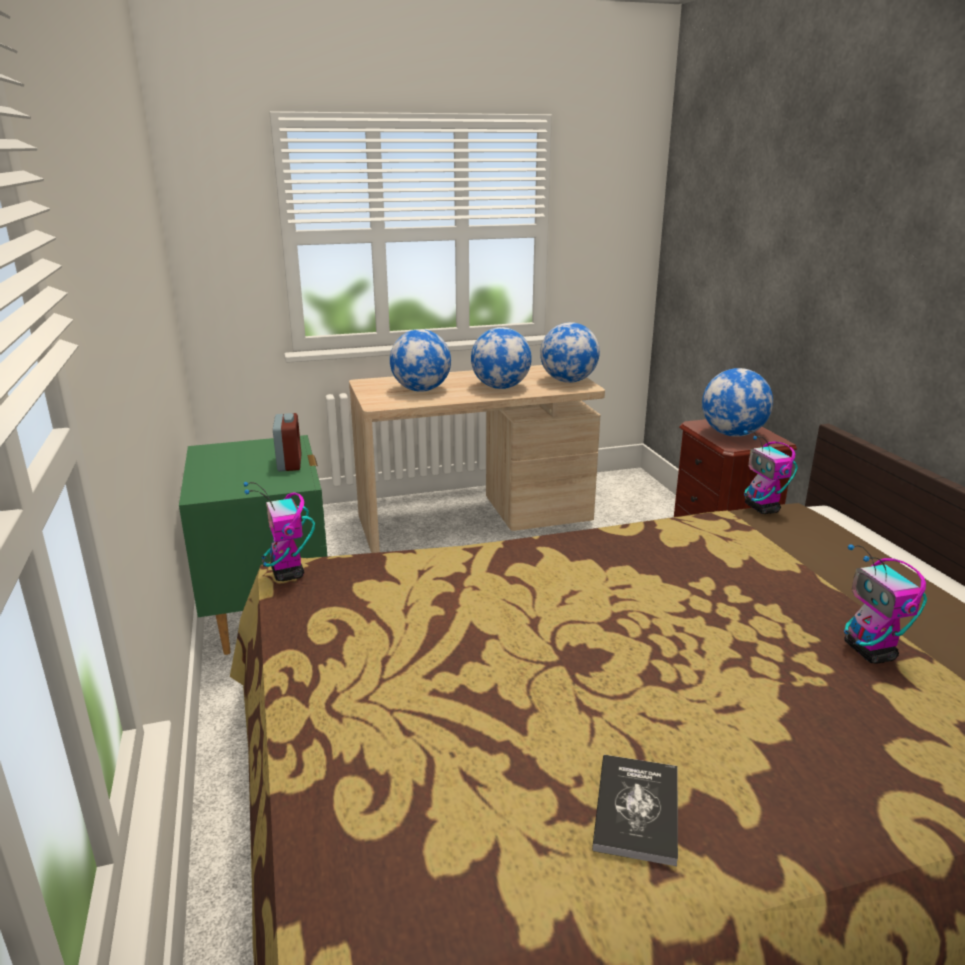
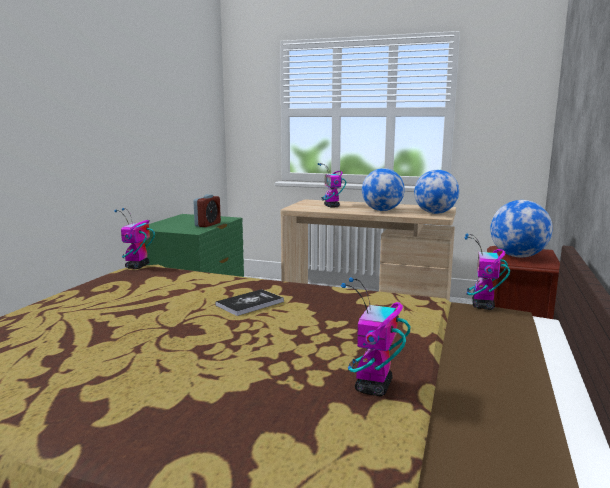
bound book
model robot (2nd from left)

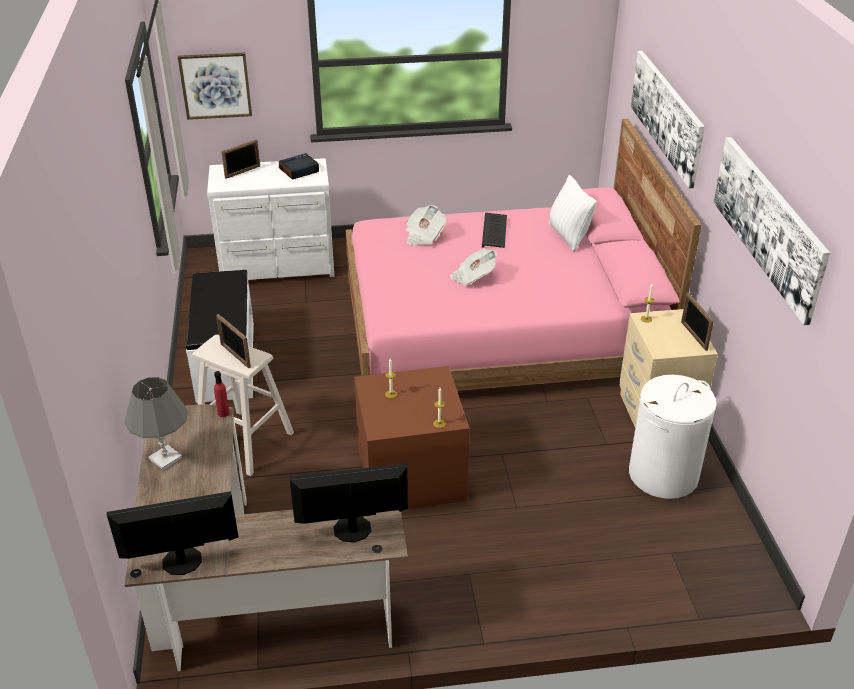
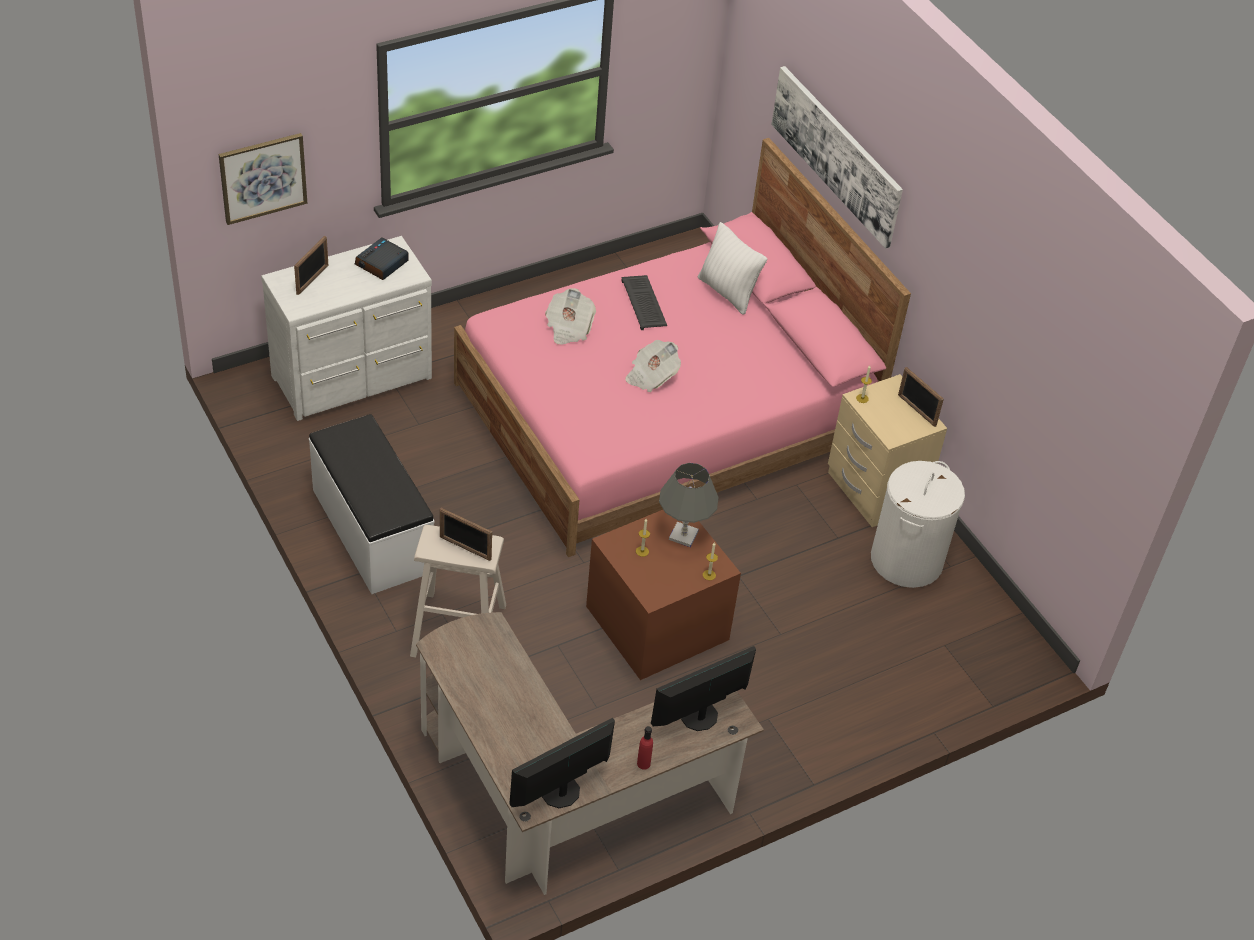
wall art (3rd from left in the first image)
table lamp (gray)
drink bottle (red-coloured)

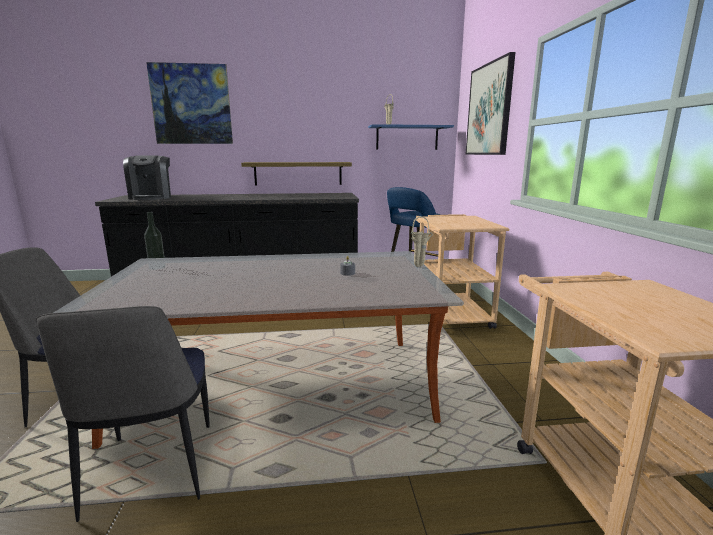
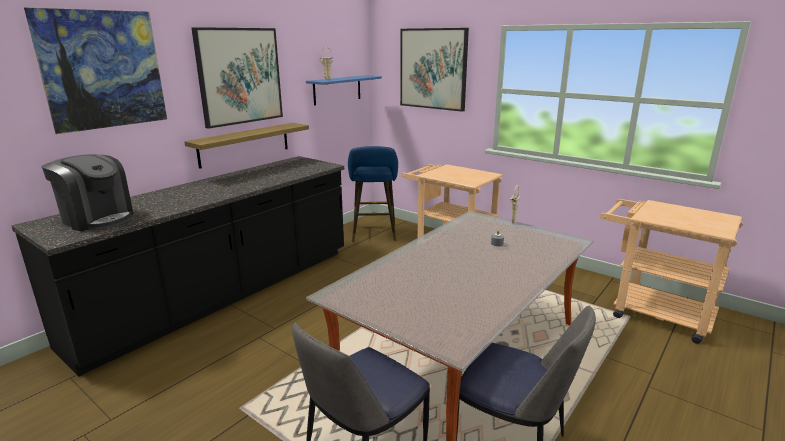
drink bottle
wall art (2nd from left)

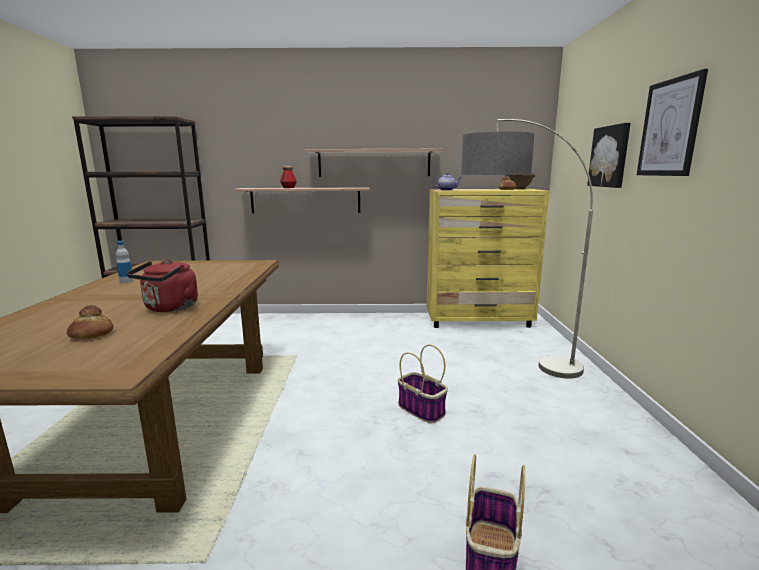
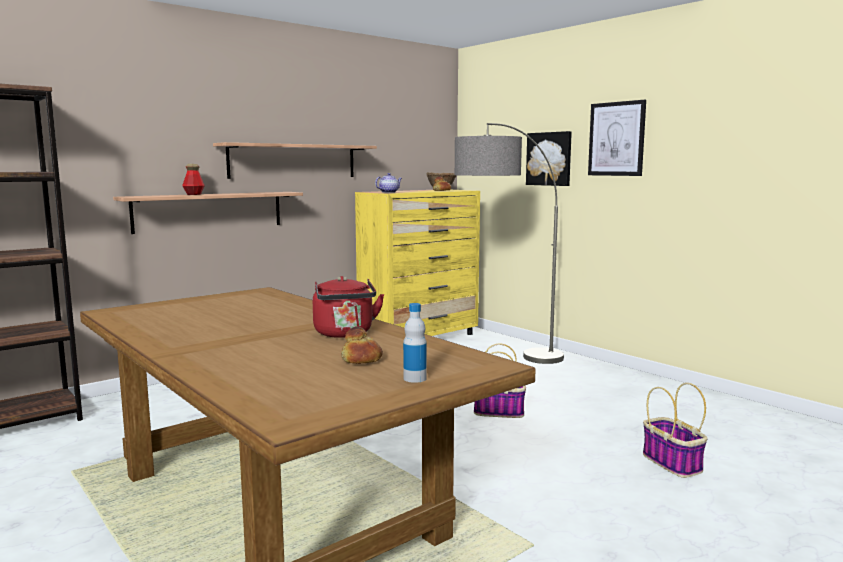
drink bottle (2nd from left)

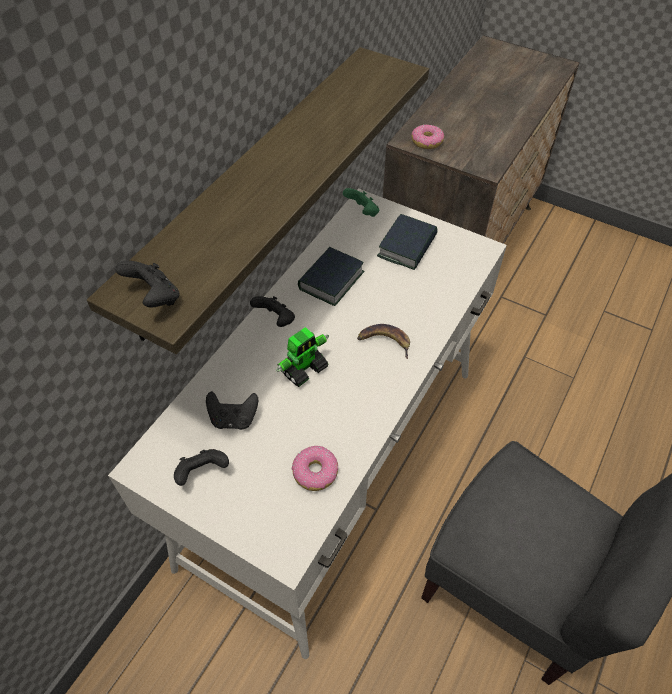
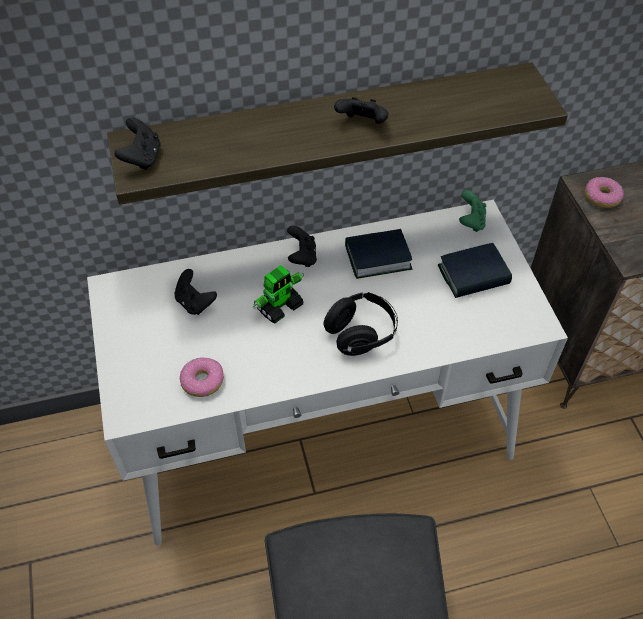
game controller (black-coloured) (4th from left)
headset (black-coloured)
model robot

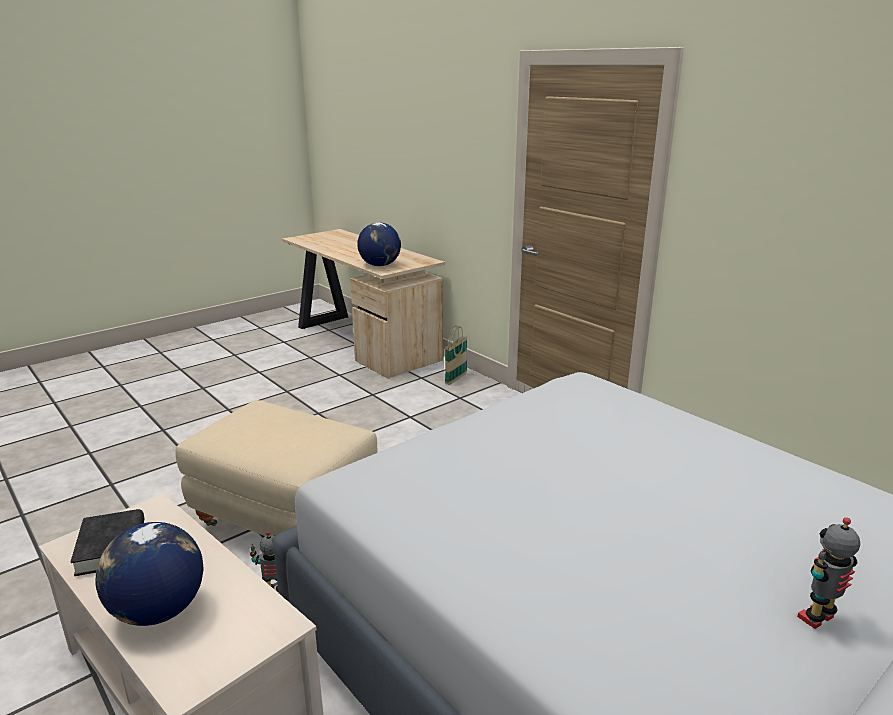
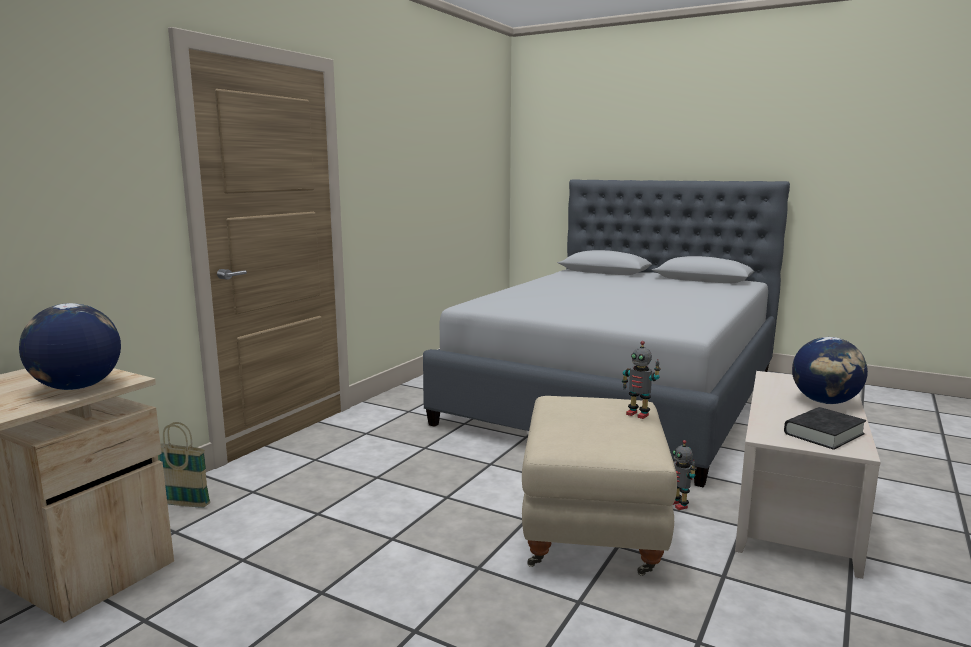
model robot (1st from left)

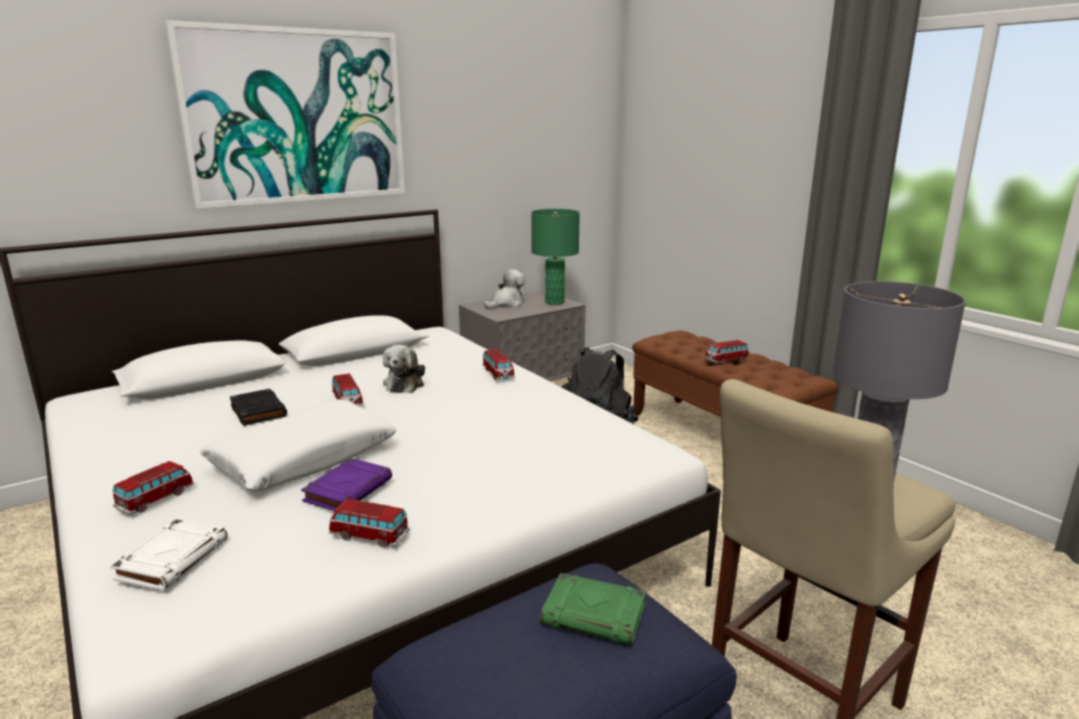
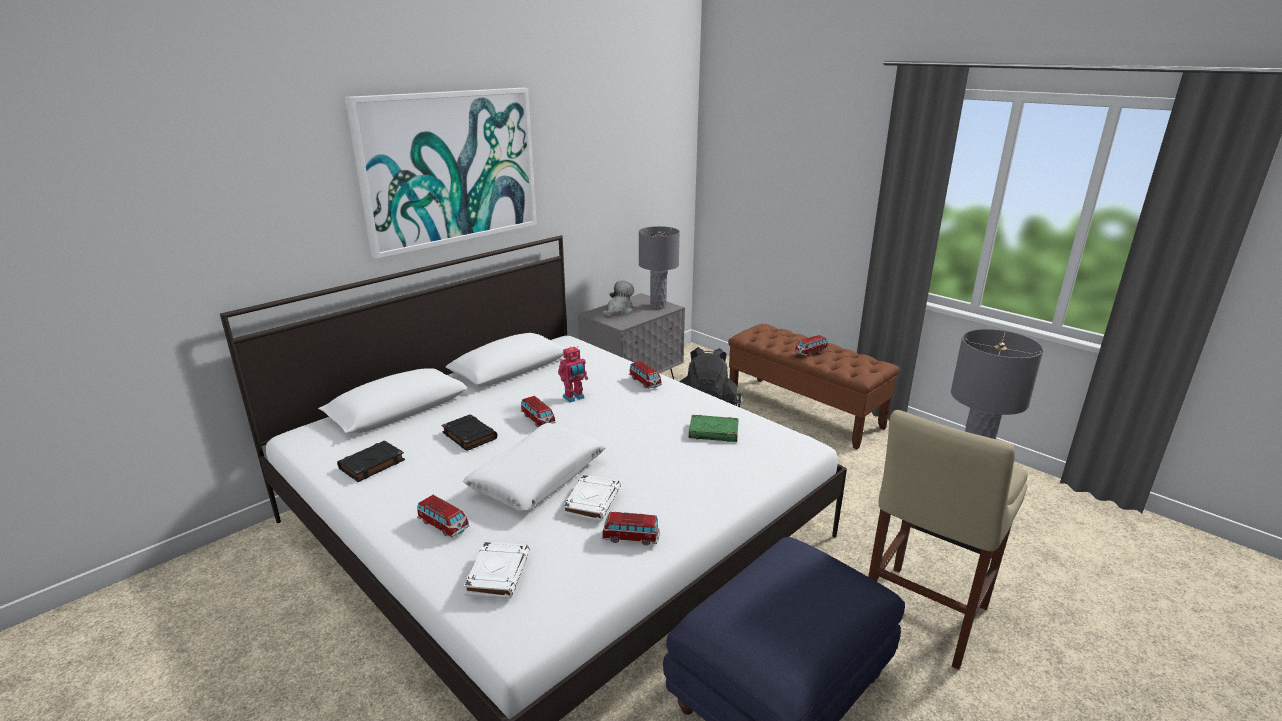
bound book (black-coloured) (1st from left)
bound book (greenish)
model robot
bound book (white) (2nd from left)
table lamp (gray) (1st from left)
model car (1st from left)

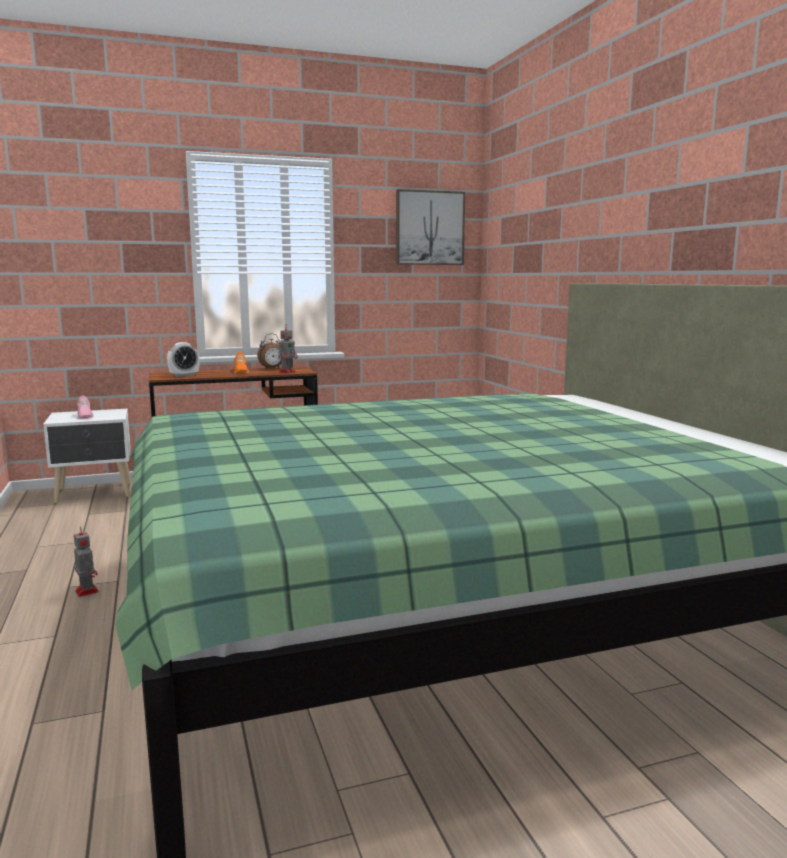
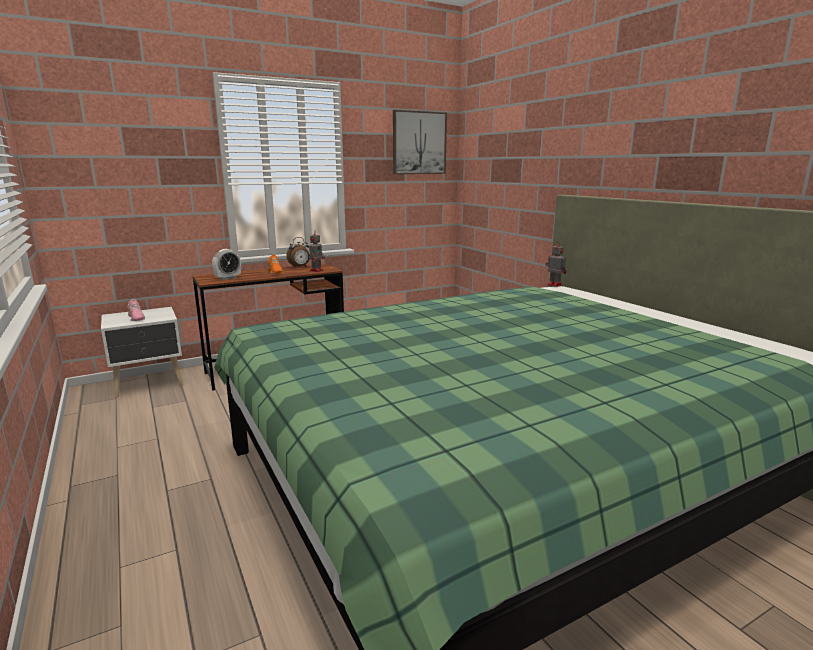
model robot (2nd from left)

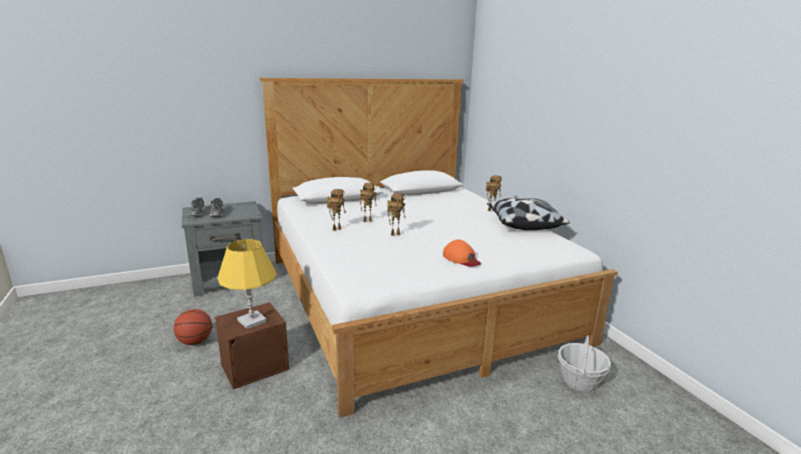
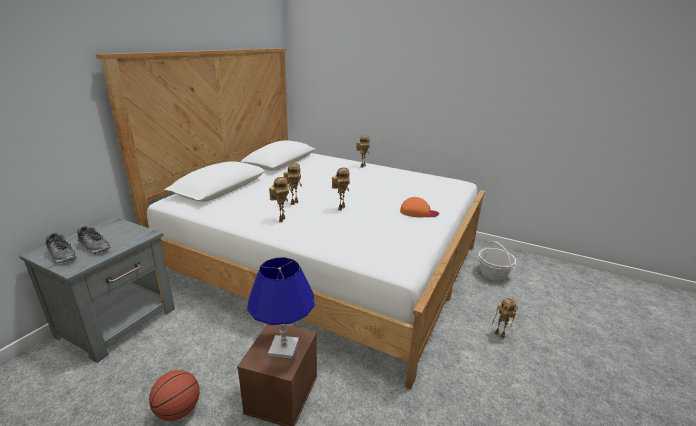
throw pillow
model robot (5th from left)
table lamp (bluish)

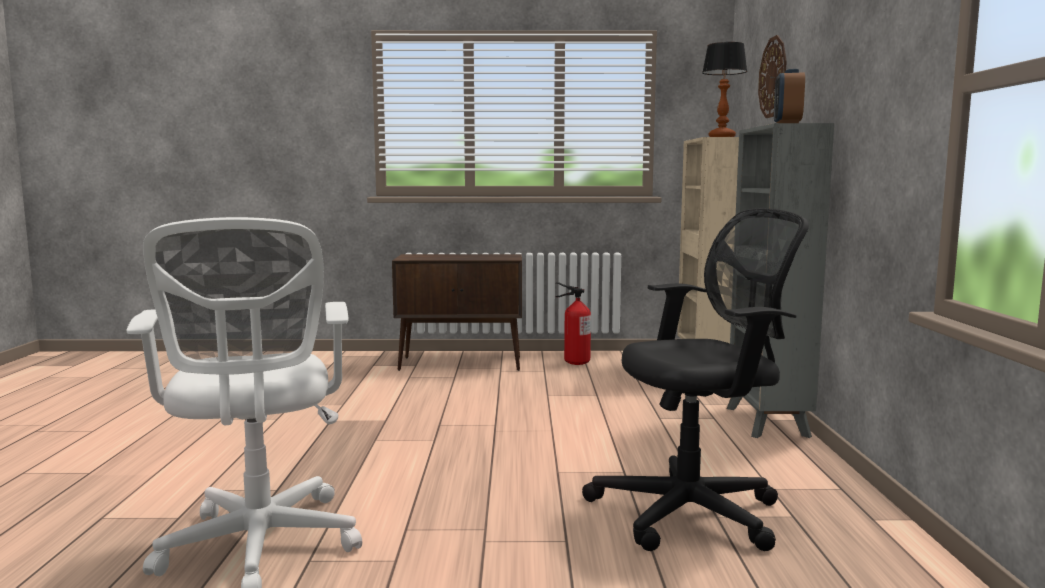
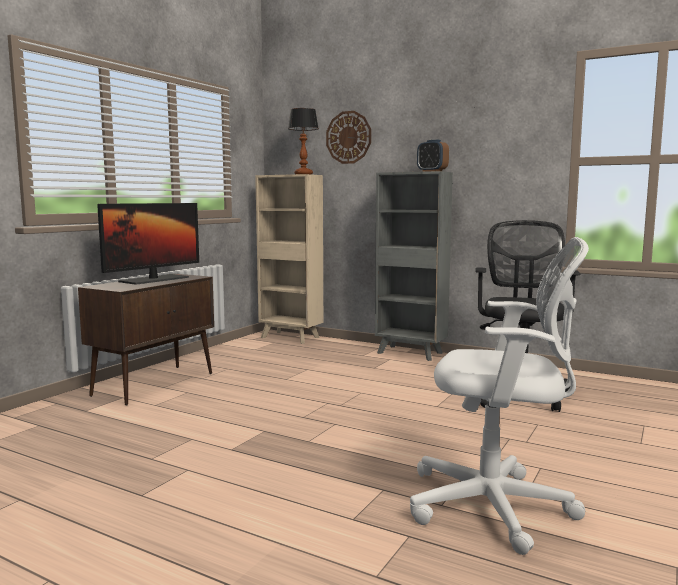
fire extinguisher
computer screen

